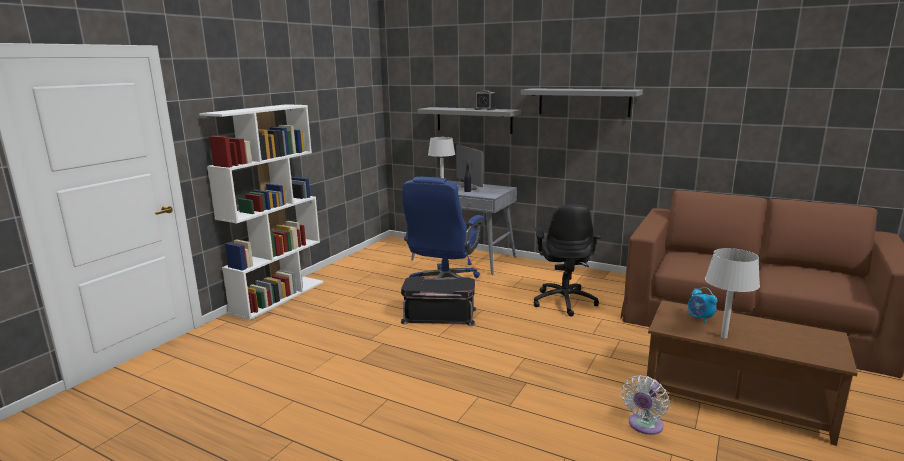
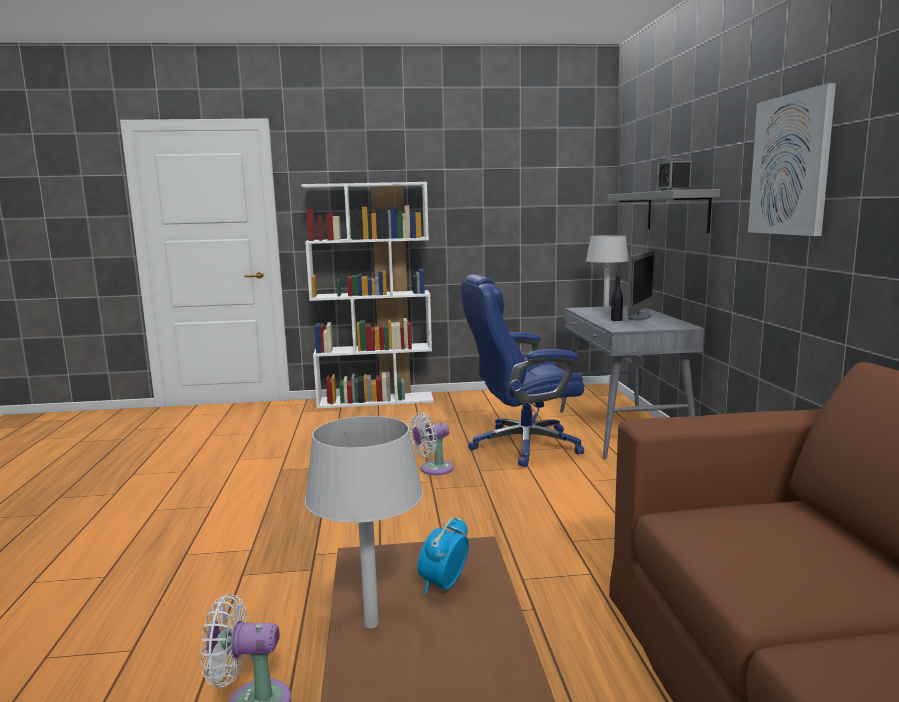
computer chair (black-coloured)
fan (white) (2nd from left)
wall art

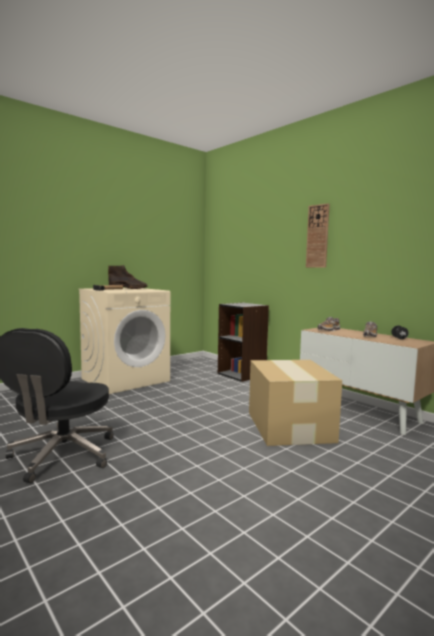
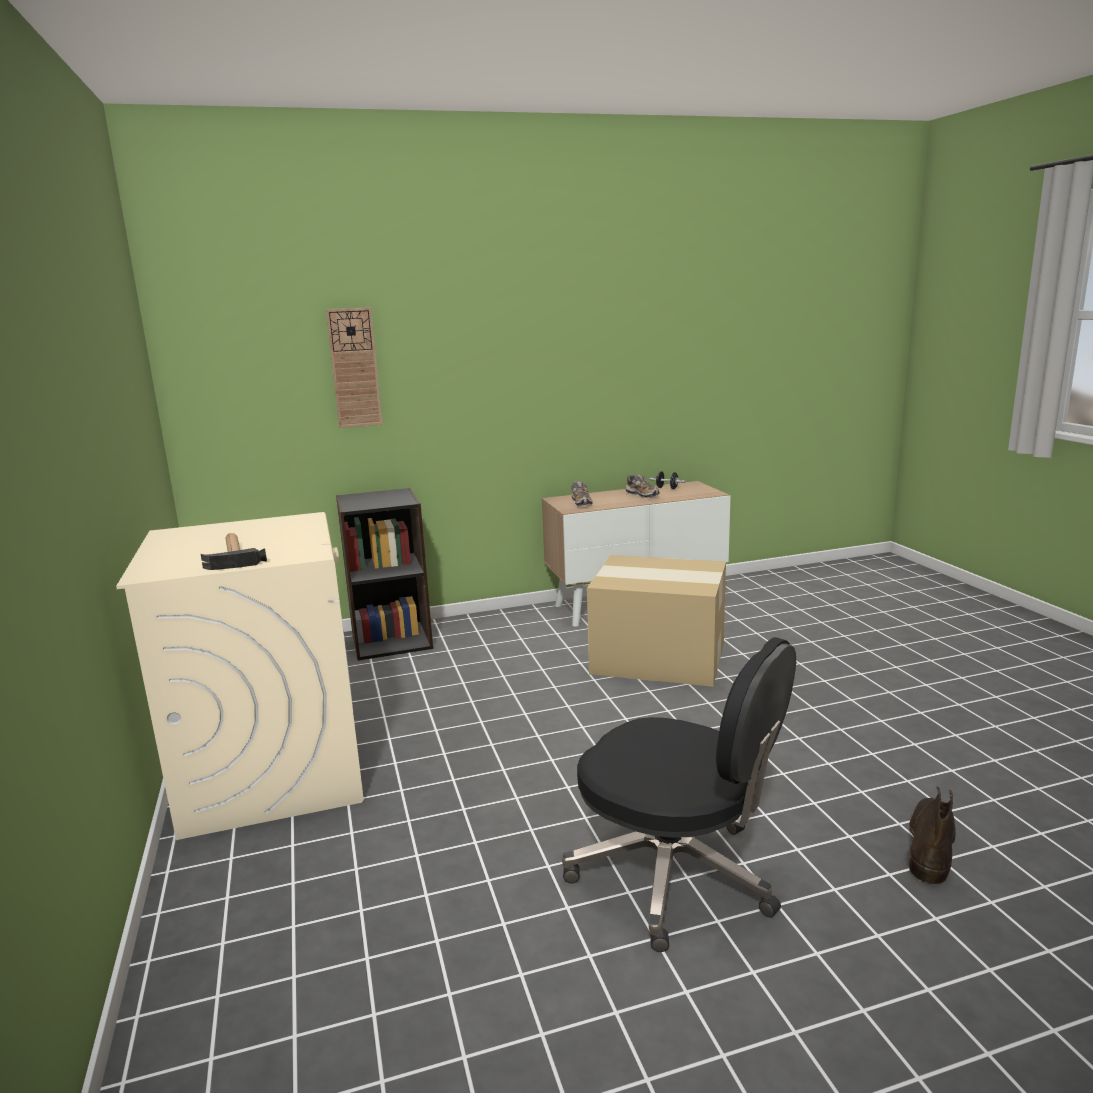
tall boot (brownish)
wall clock

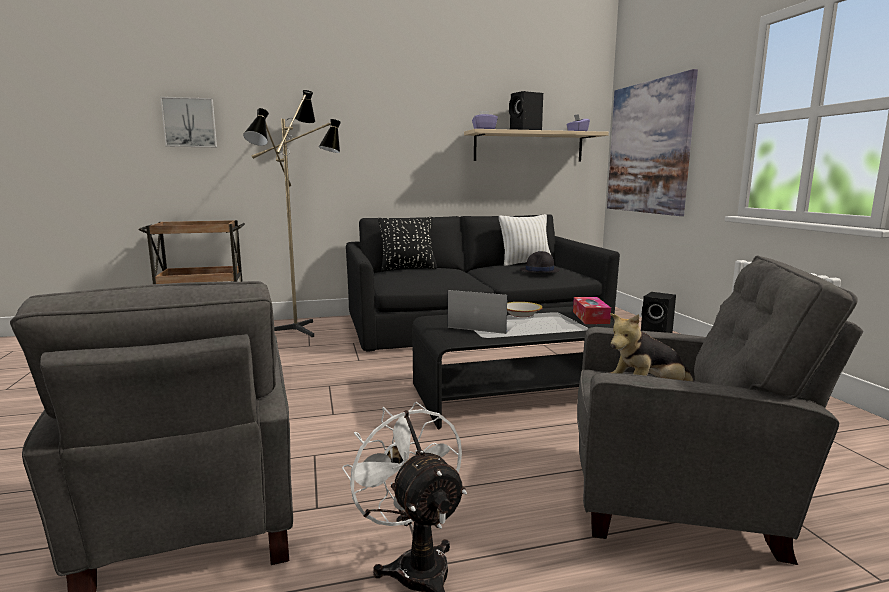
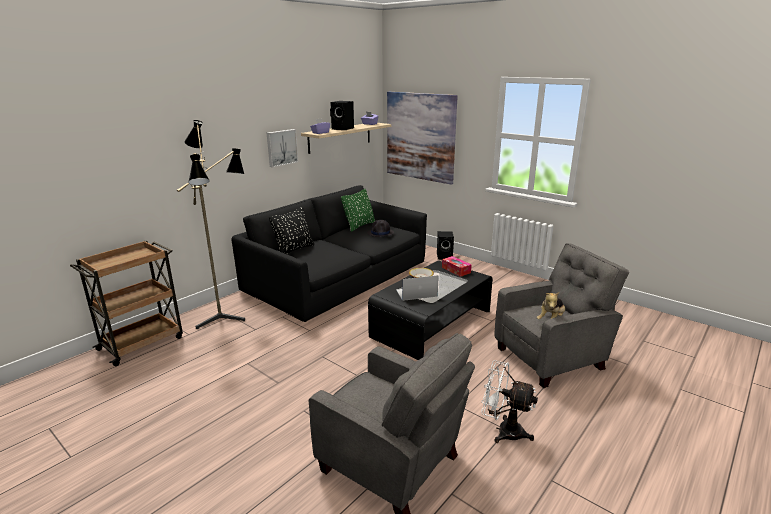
wall art (1st from left)
throw pillow (greenish)

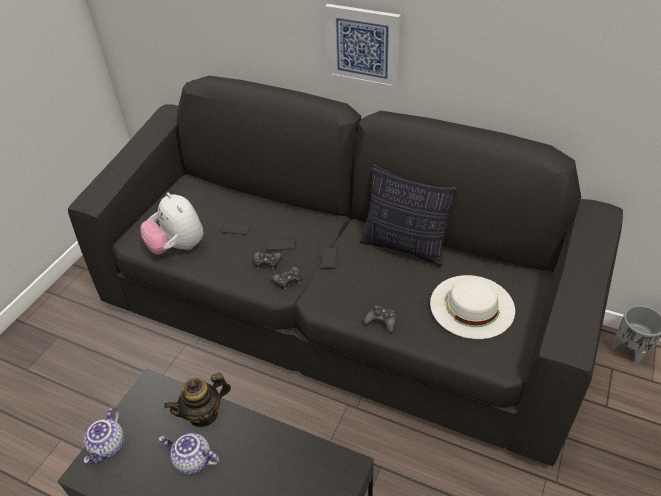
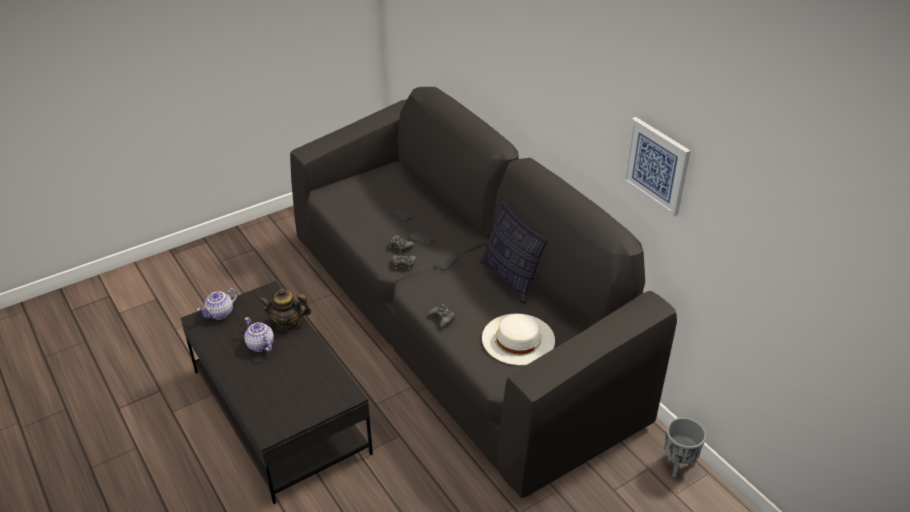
soft toy
wall art

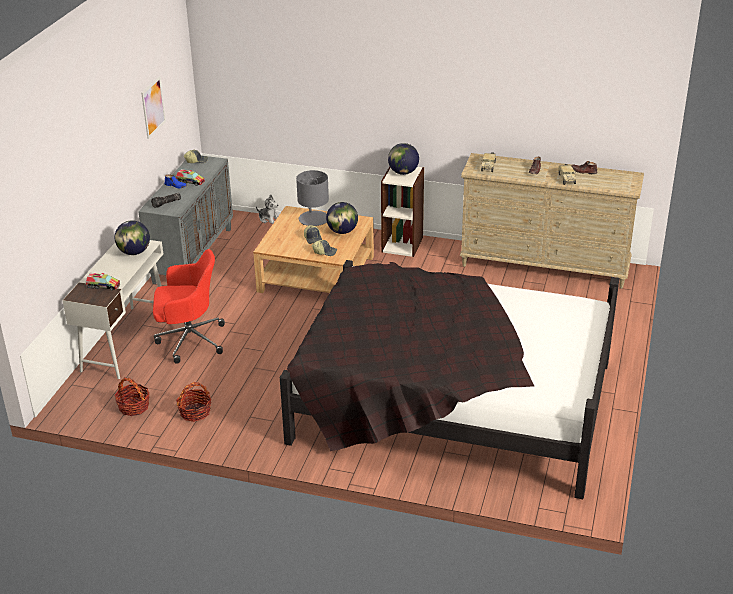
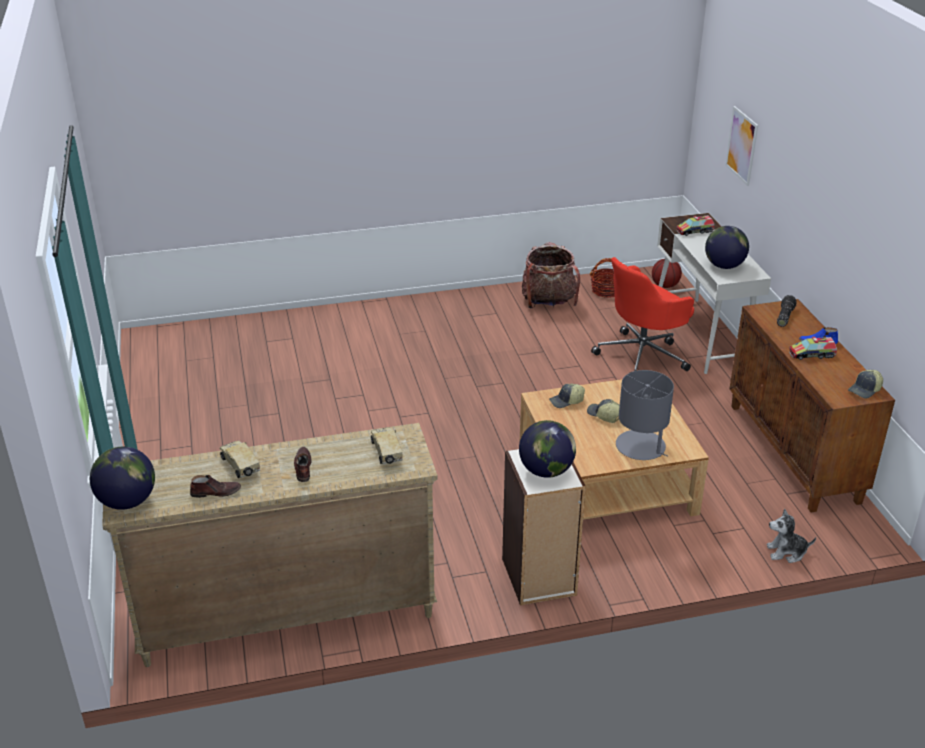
bed (black-coloured)
basketball ball
wall art
desk globe (1st from left)
knapsack
storage cabinet (brownish)

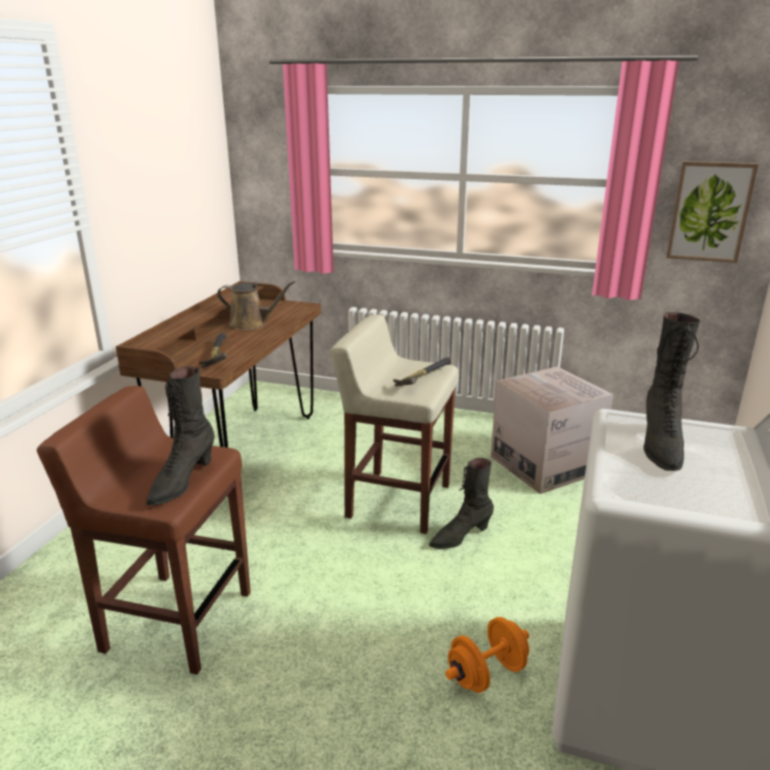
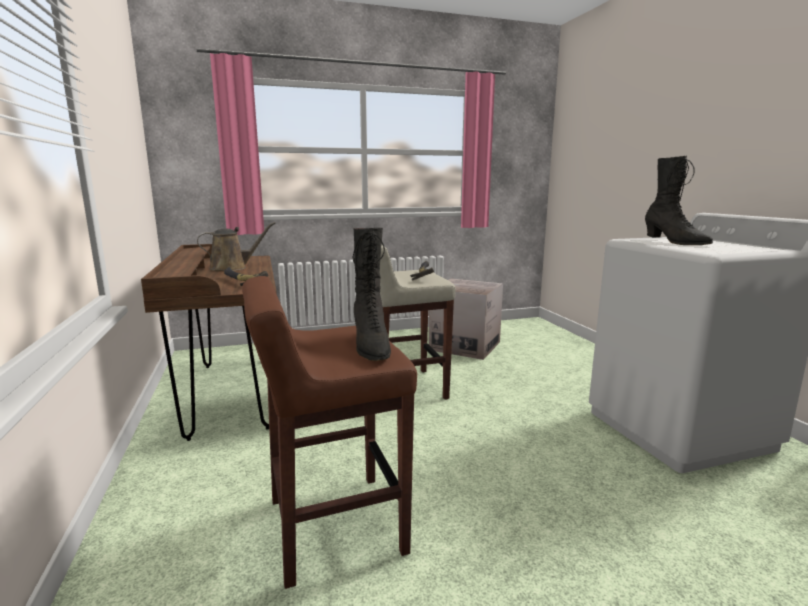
tall boot (black-coloured) (2nd from left in the first image)
free weight (orange-coloured)
wall art

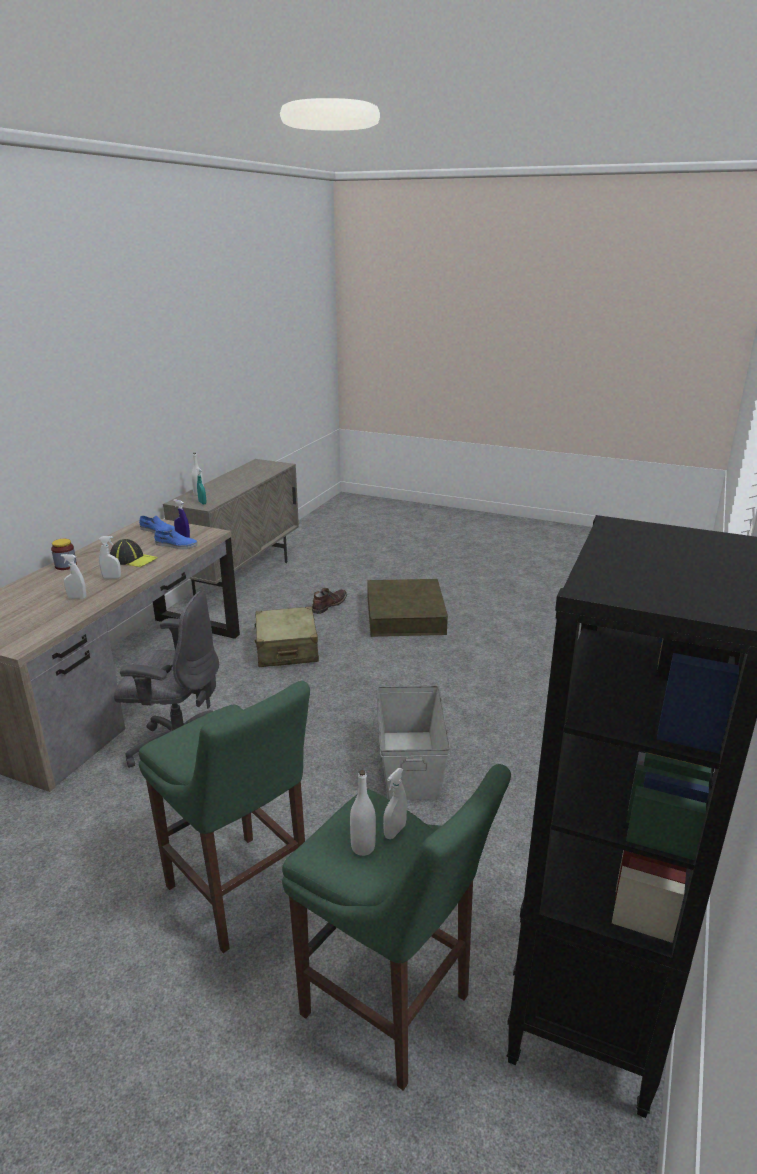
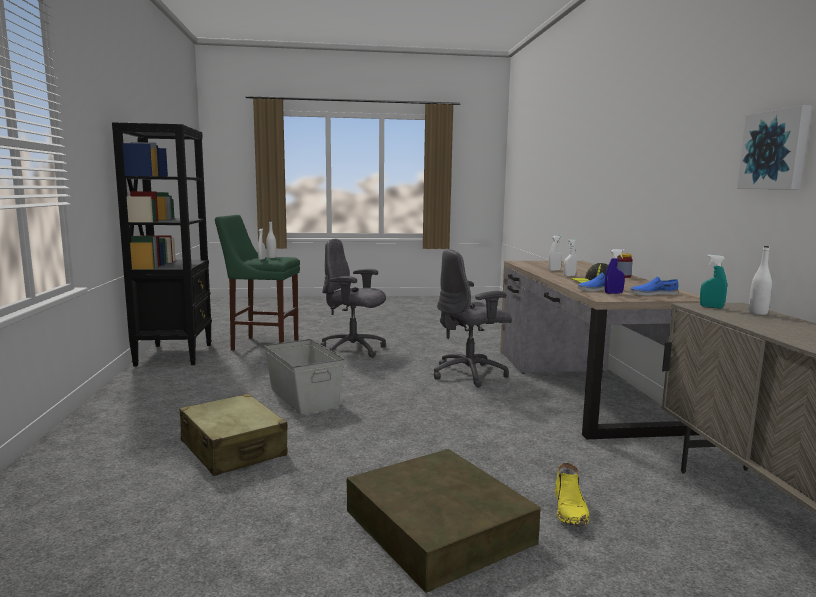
wall art
suitcase (sand-coloured)
computer chair (gray) (1st from left)
tall boot (yellowish)

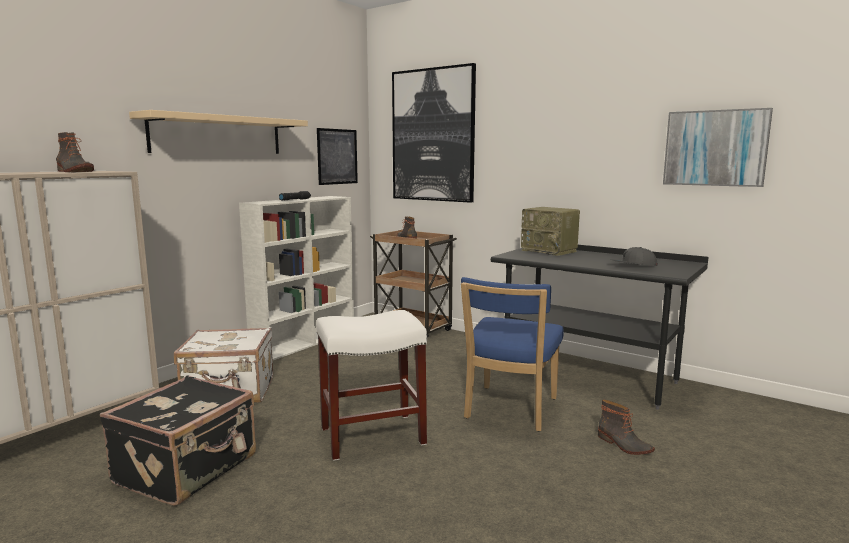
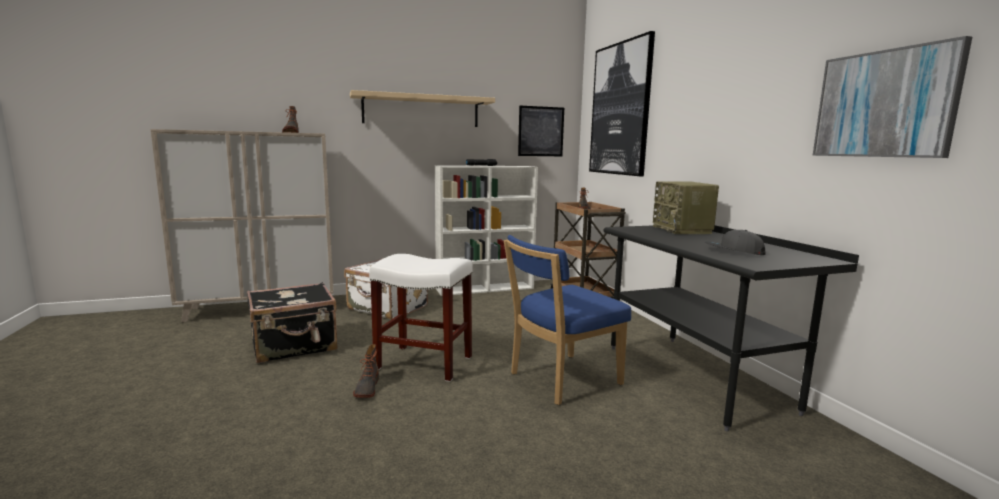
tall boot (2nd from left)

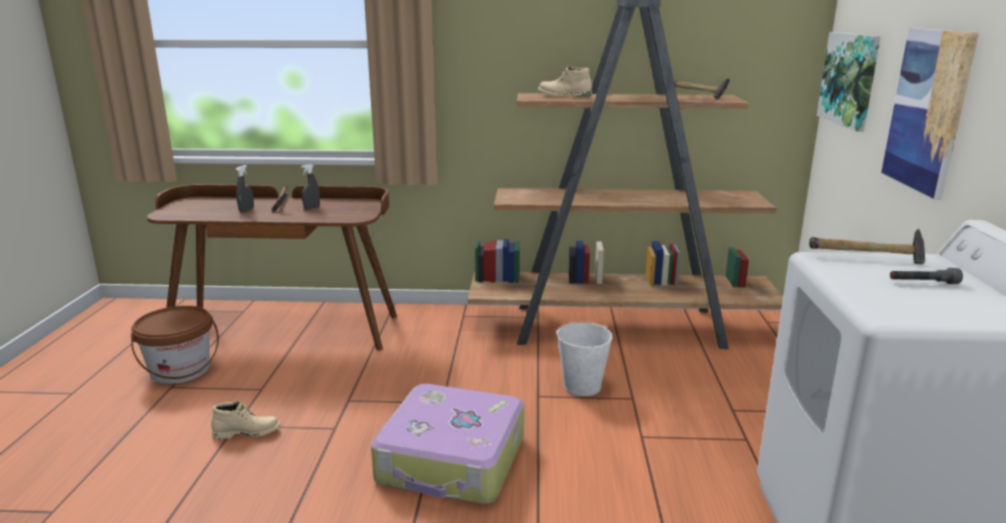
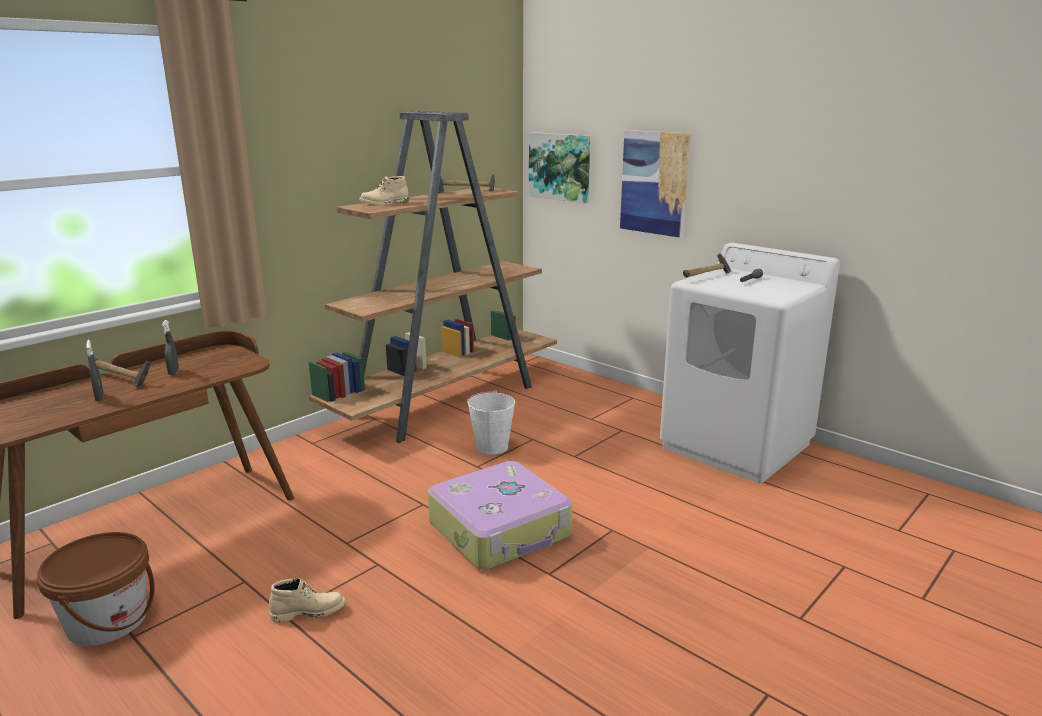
tall boot (sand-coloured) (1st from left)

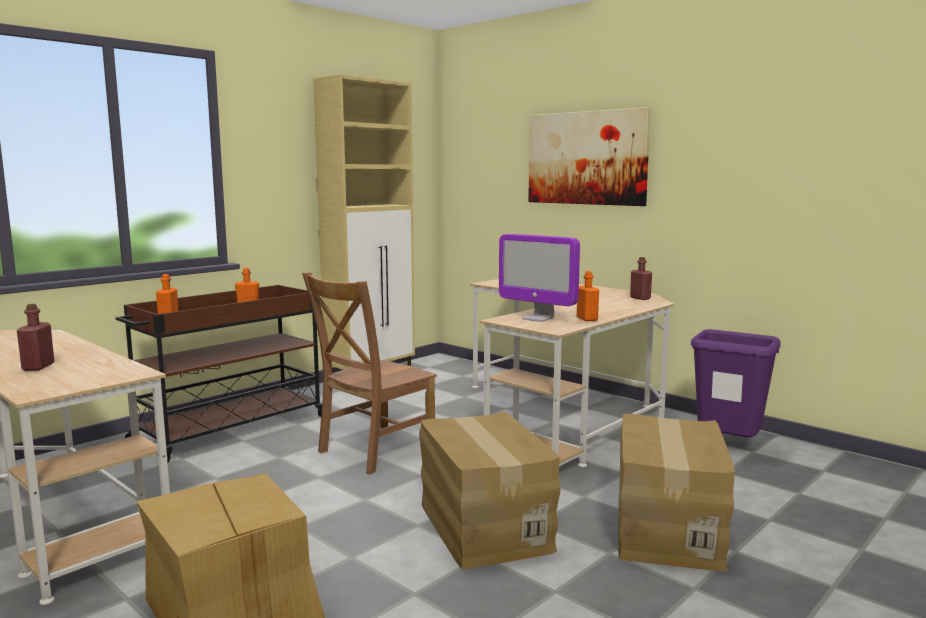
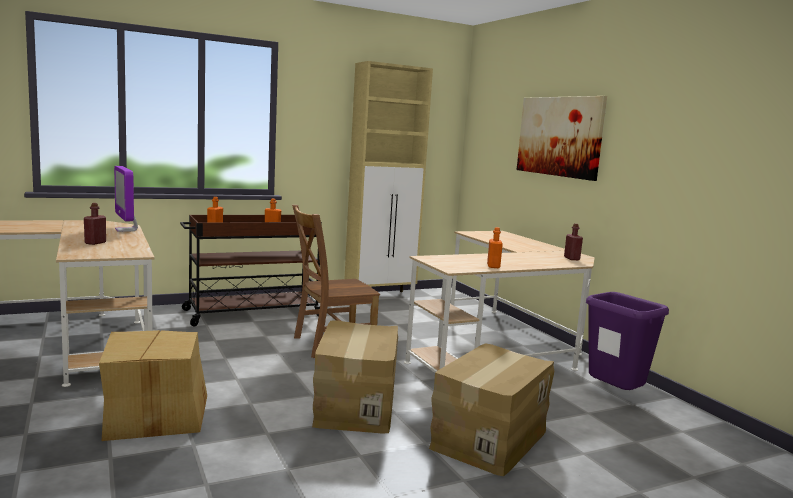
computer screen

